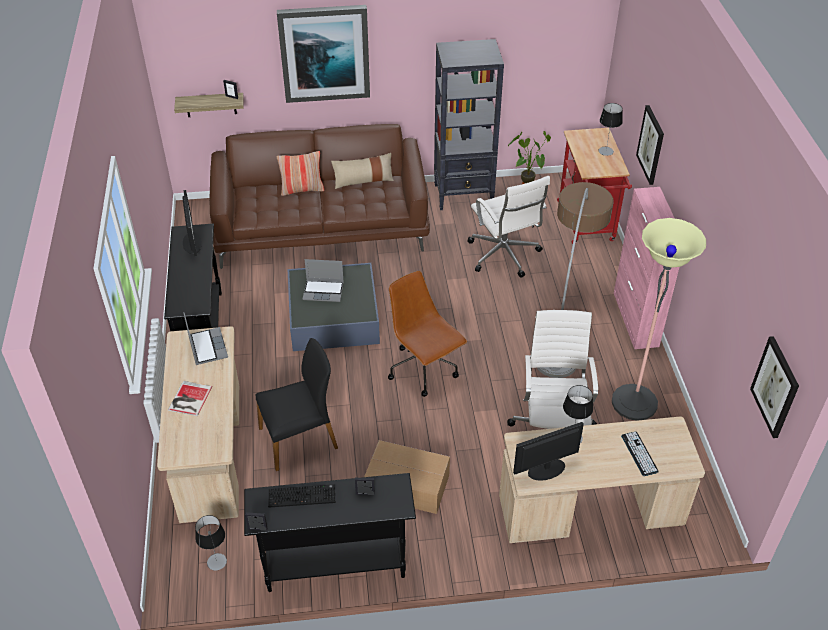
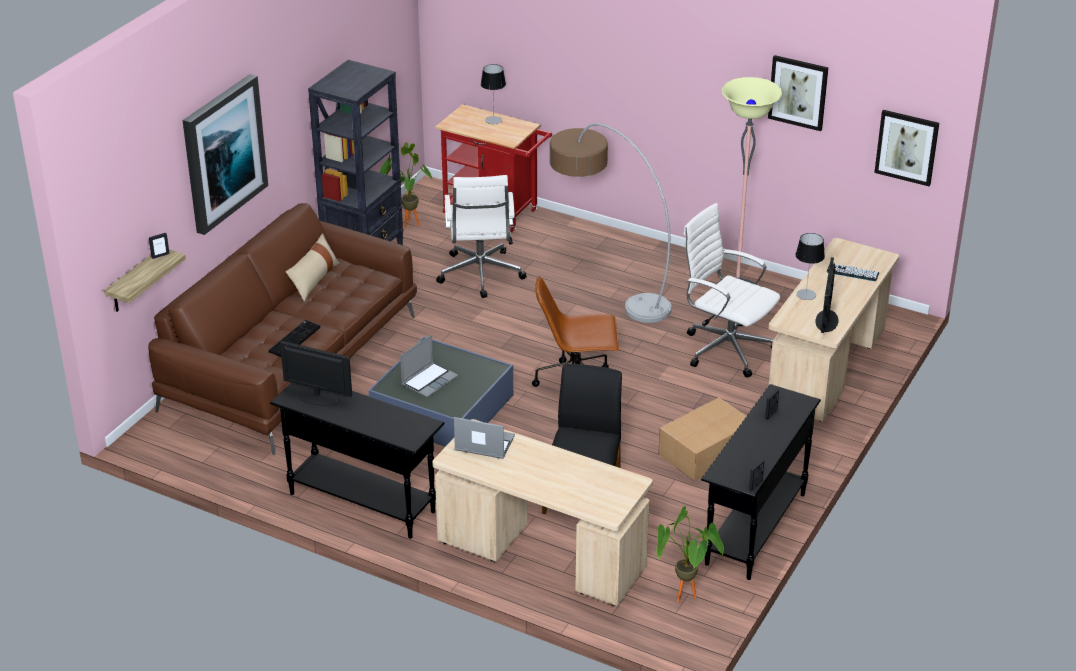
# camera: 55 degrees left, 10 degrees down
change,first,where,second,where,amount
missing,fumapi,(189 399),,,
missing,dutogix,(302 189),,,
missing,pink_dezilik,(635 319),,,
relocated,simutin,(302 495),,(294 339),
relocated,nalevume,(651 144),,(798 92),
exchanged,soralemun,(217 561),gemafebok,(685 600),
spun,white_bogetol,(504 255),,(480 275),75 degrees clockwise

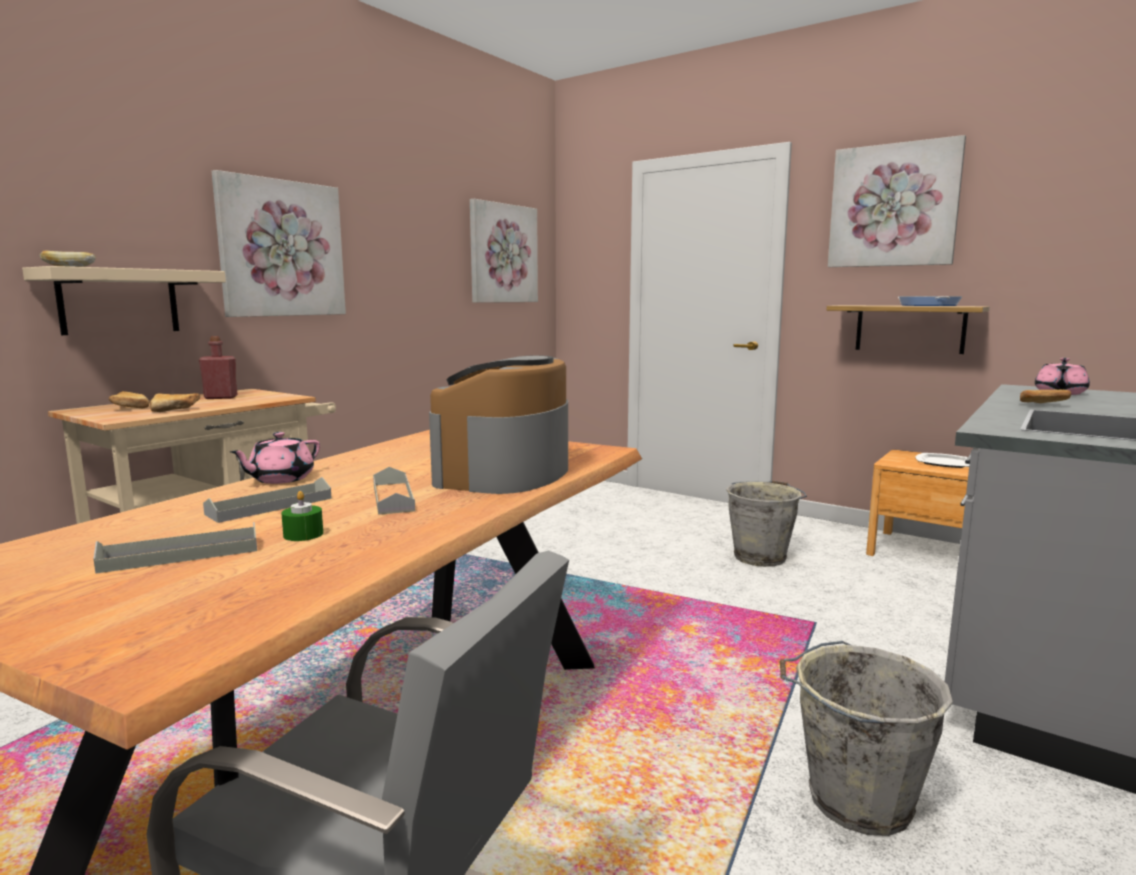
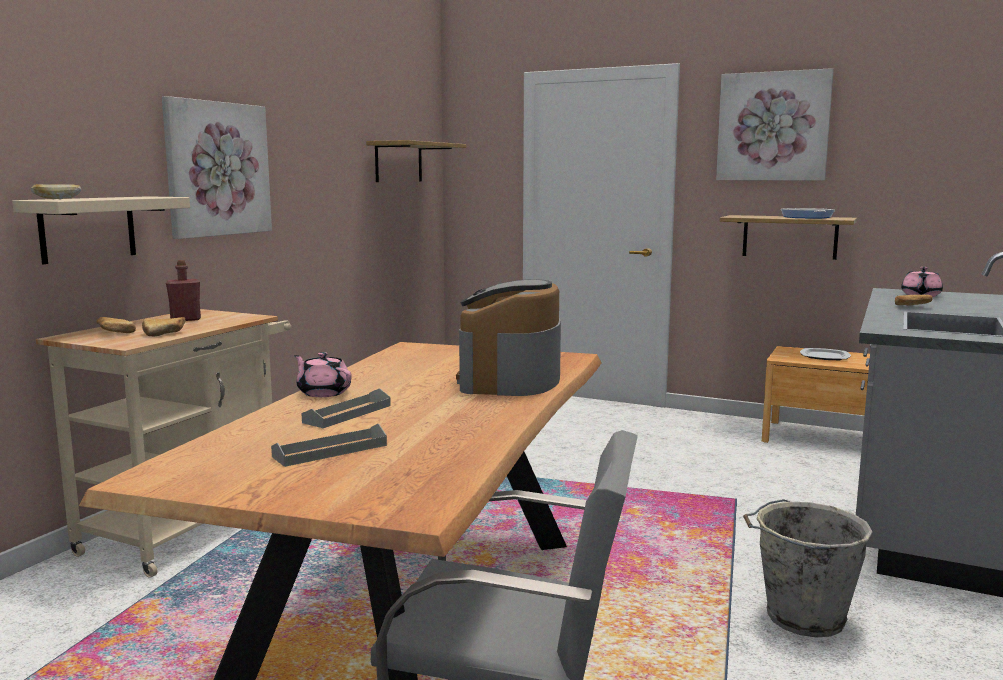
# camera: 10 degrees left, 0 degrees up
change,first,where,second,where,amount
missing,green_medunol,(303 534),,,
missing,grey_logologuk,(393 497),,,
missing,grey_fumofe,(761 557),,,
exchanged,nalevume,(502 253),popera,(398 162),
spun,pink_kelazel,(280 479),,(323 393),105 degrees clockwise

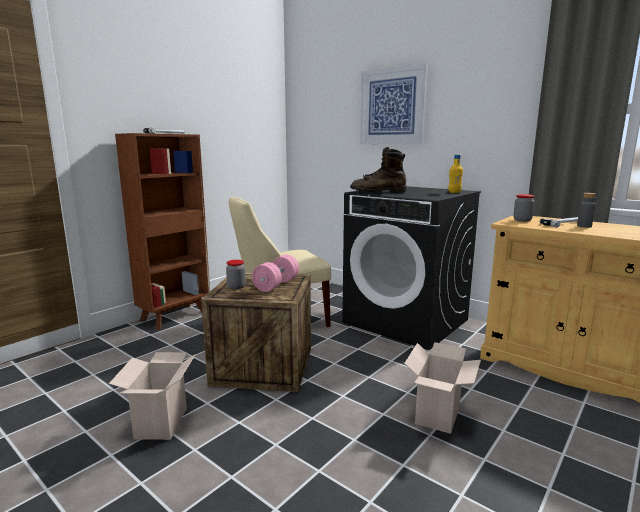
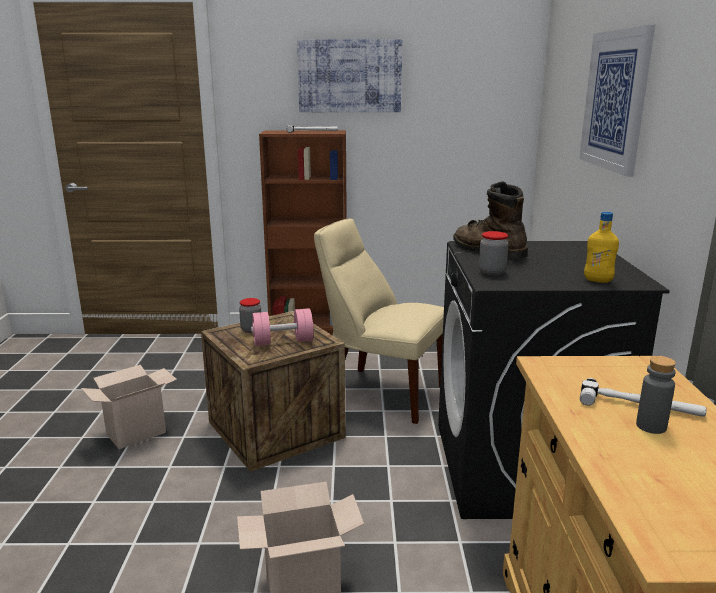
# camera: 50 degrees right, 5 degrees up
change,first,where,second,where,amount
appeared,,,nalevume,(350 76),
relocated,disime,(522 220),,(492 272),

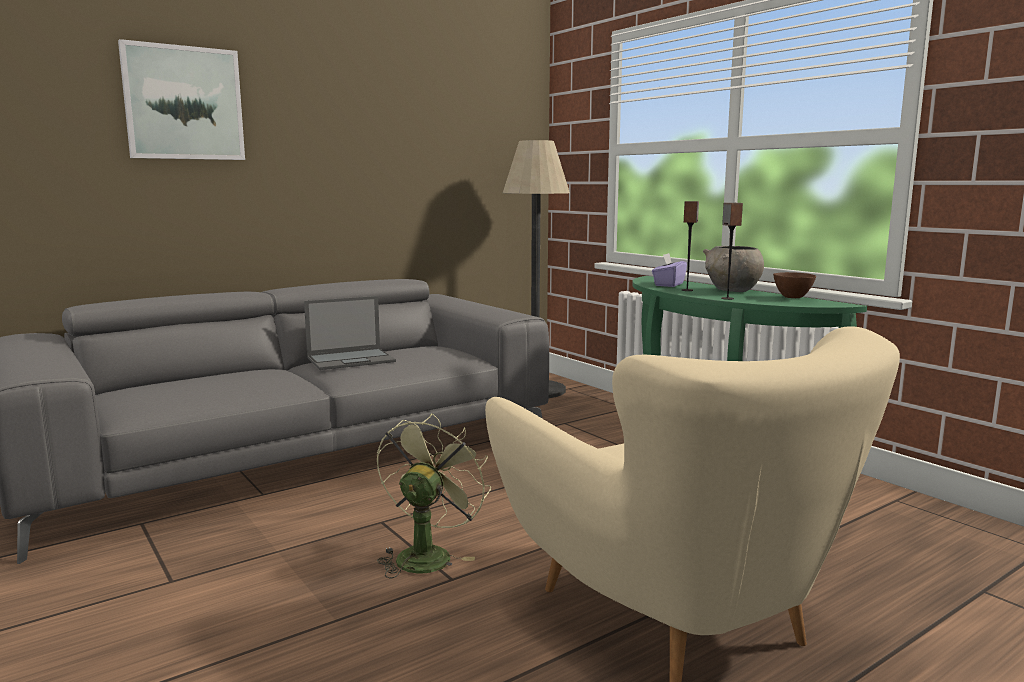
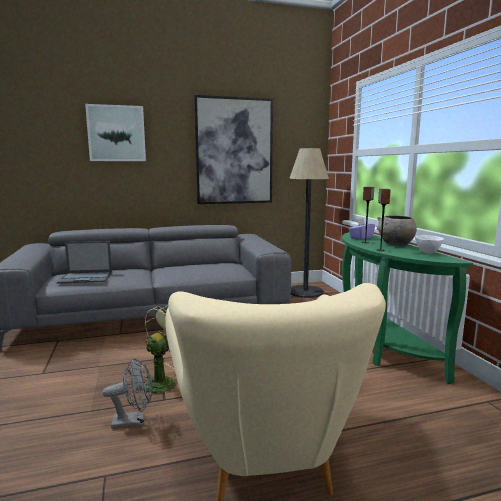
# camera: 20 degrees right, 0 degrees up
change,first,where,second,where,amount
appeared,,,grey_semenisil,(134 421),
appeared,,,nalevume,(234 151),
relocated,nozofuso,(352 359),,(86 278),
colour,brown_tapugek,(793 297),white_tapugek,(428 252),

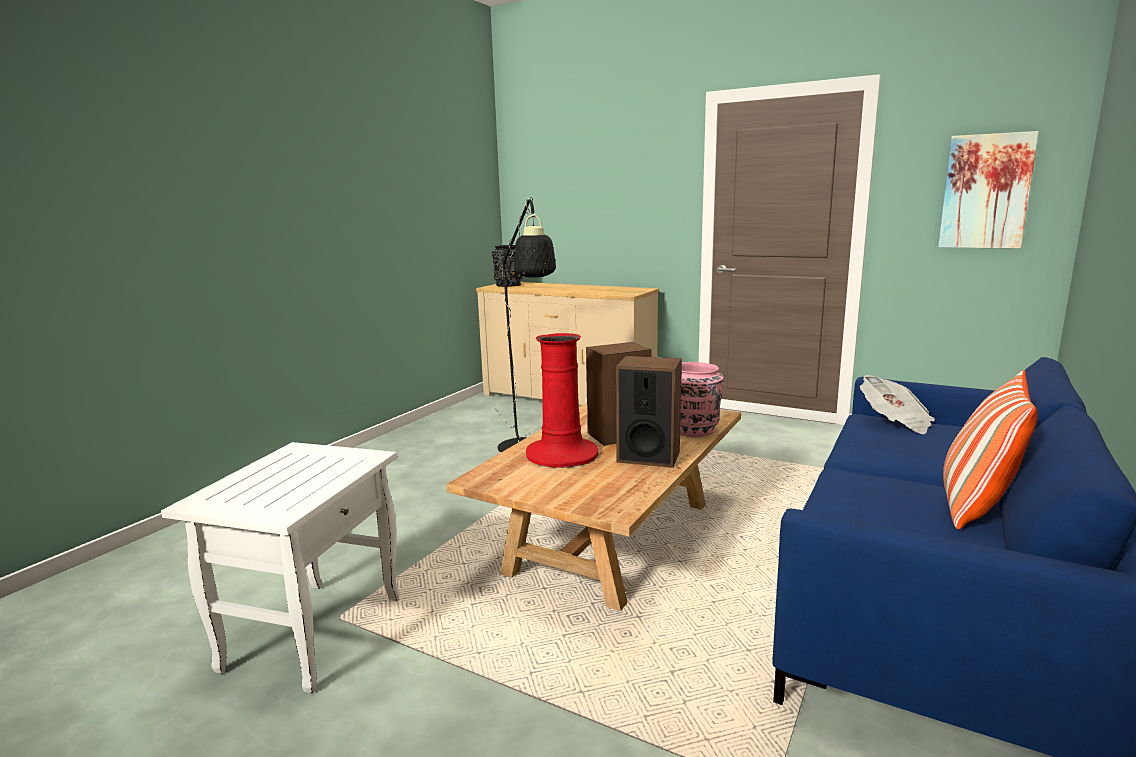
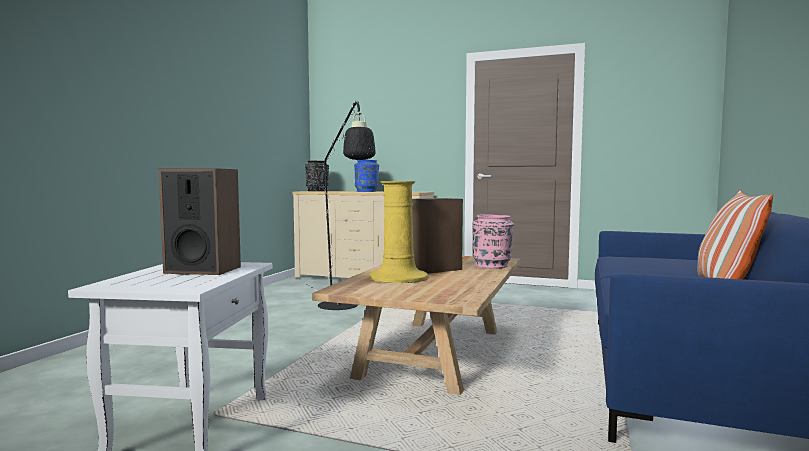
# camera: 10 degrees left, 10 degrees down
change,first,where,second,where,amount
missing,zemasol,(895 422),,,
missing,nalevume,(985 192),,,
appeared,,,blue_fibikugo,(367 191),
relocated,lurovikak,(648 456),,(203 270),
colour,red_fibikugo,(562 454),yellow_fibikugo,(399 277),

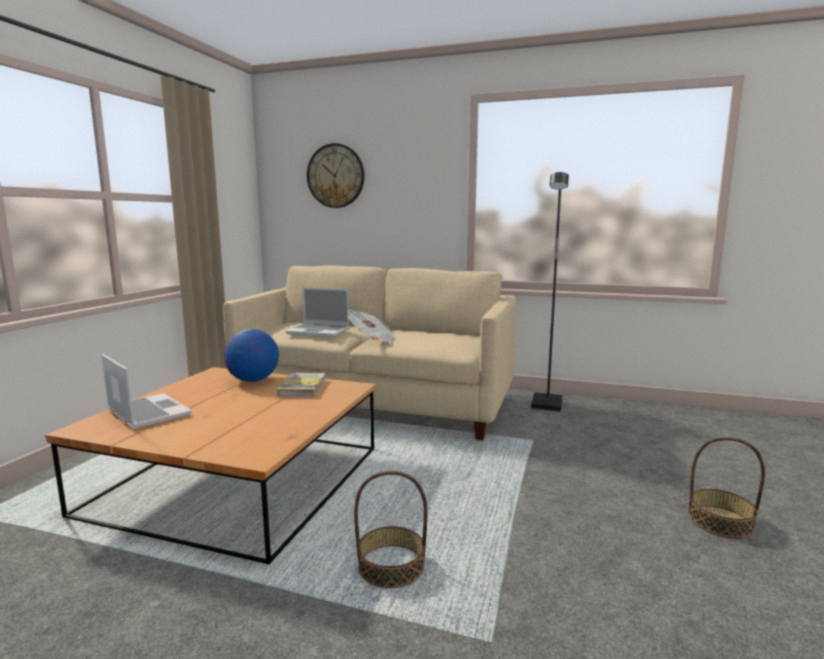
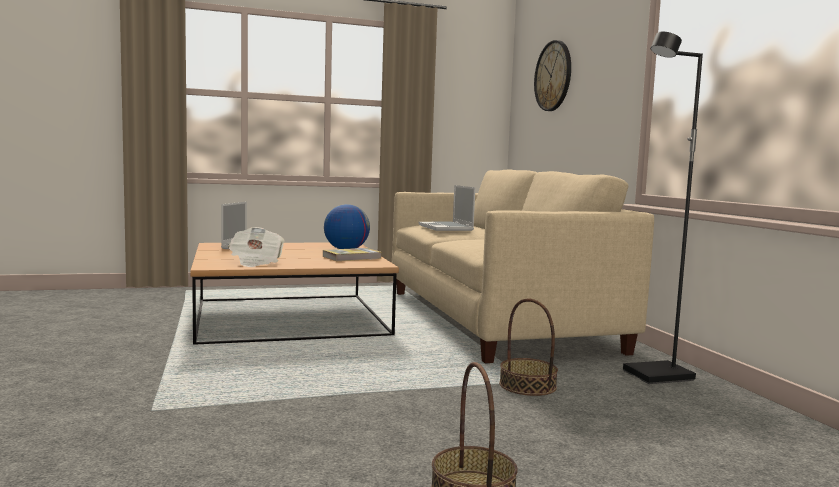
# camera: 55 degrees right, 5 degrees down
change,first,where,second,where,amount
relocated,zemasol,(372 339),,(256 262),
relocated,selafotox,(391 566),,(528 385),

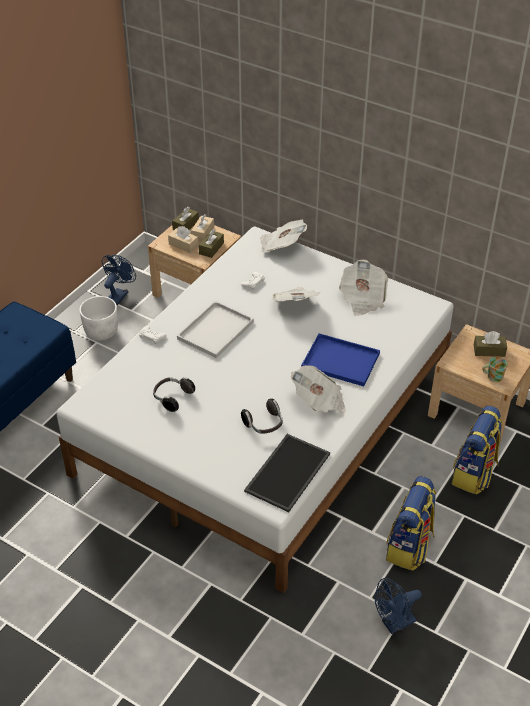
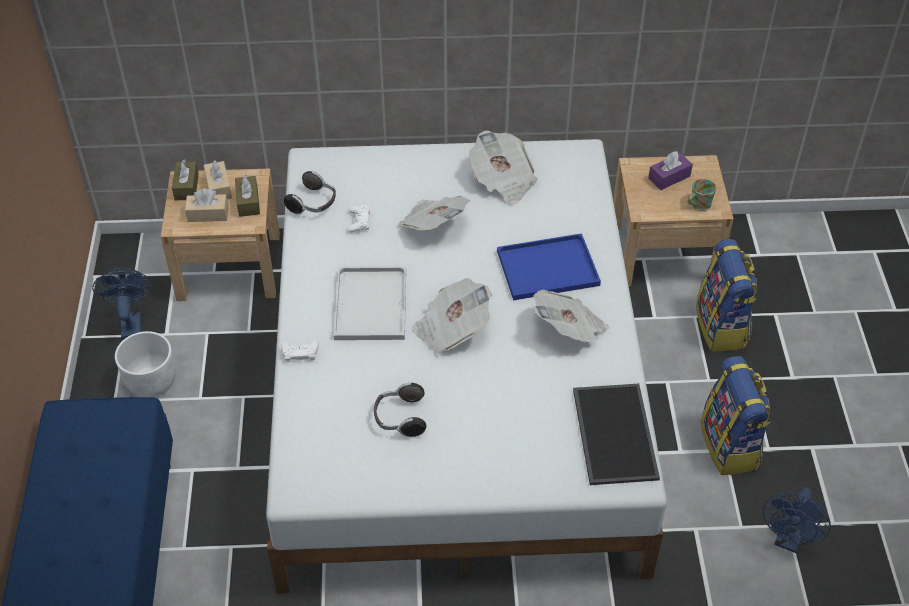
# camera: 35 degrees left, 5 degrees up
change,first,where,second,where,amount
relocated,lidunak,(264 425),,(313 204),
relocated,zemasol,(281 246),,(451 329),
colour,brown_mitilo,(489 351),purple_mitilo,(669 177),

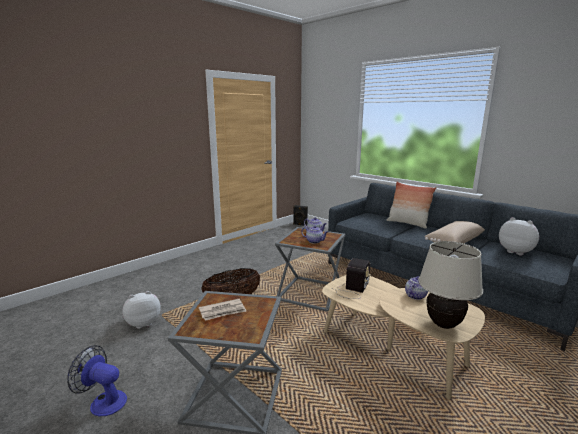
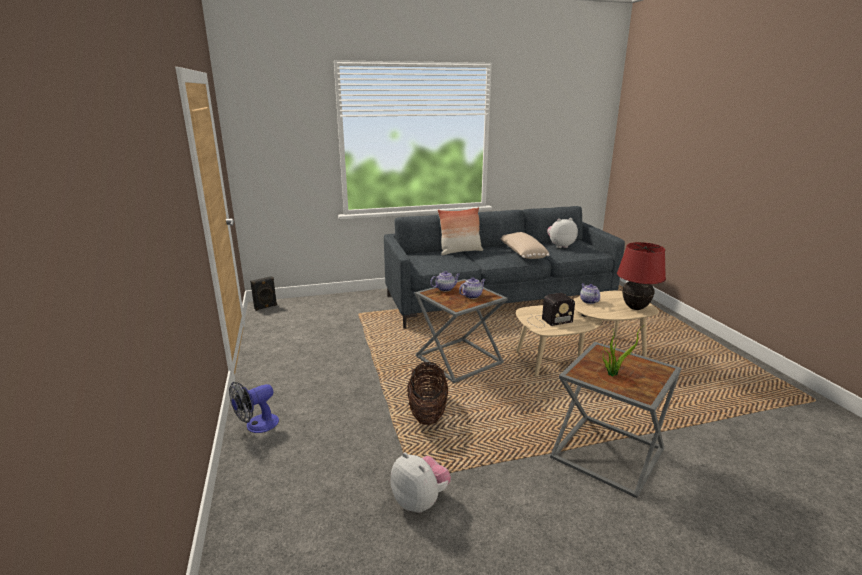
# camera: 60 degrees left, 5 degrees up
change,first,where,second,where,amount
relocated,semenisil,(103 401),,(257 426),
exchanged,zemasol,(223 311),gemafebok,(613 373),
colour,beige_soralemun,(443 324),red_soralemun,(635 308),
spun,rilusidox,(143 323),,(420 501),135 degrees clockwise
spun,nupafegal,(352 289),,(547 321),105 degrees clockwise

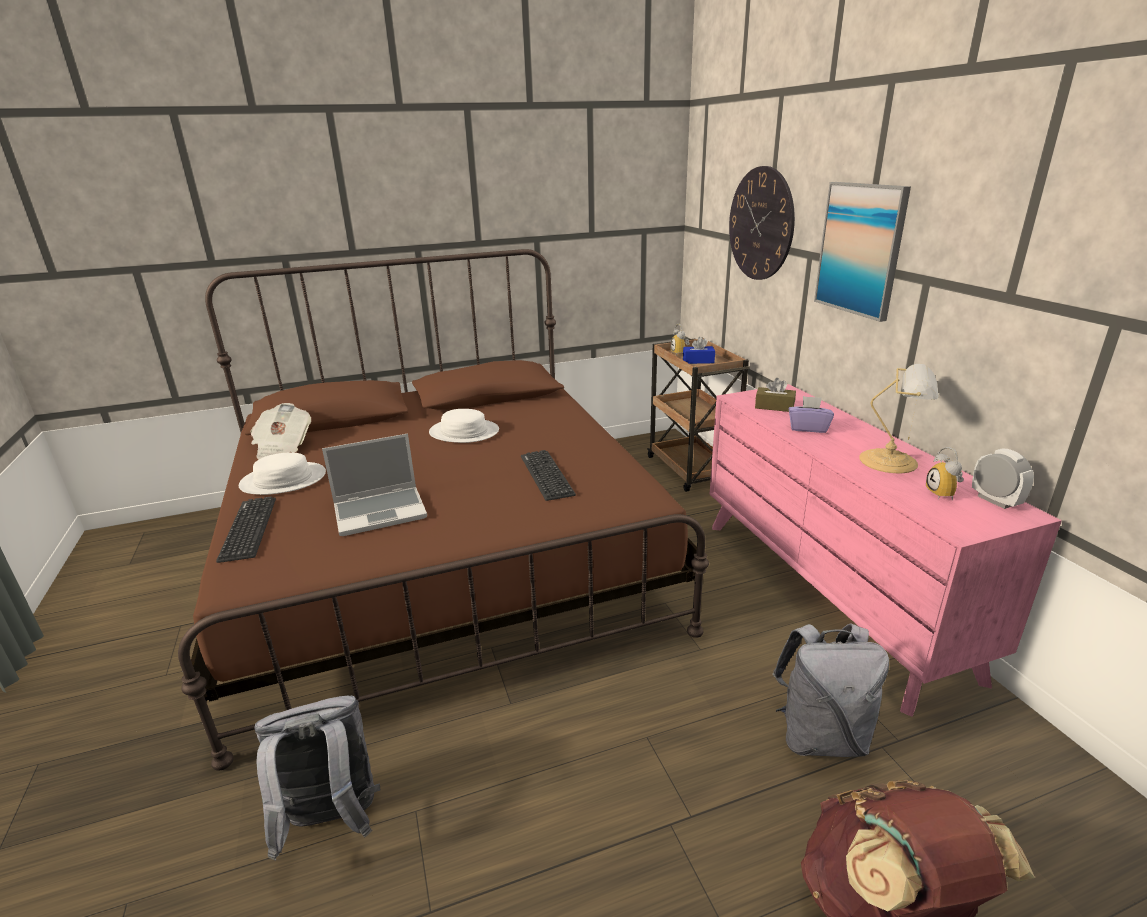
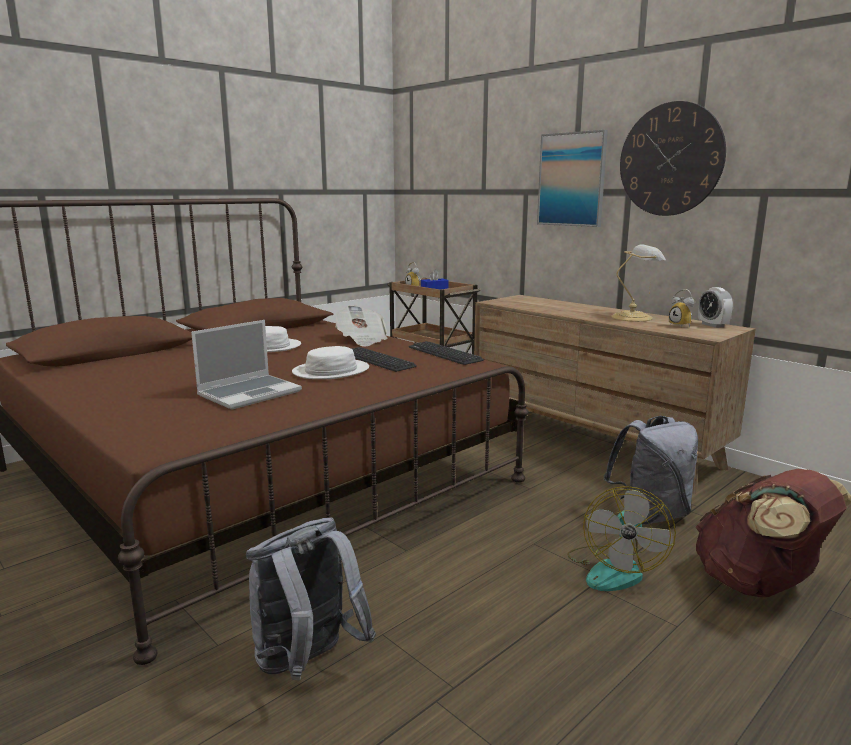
# camera: 25 degrees left, 10 degrees down
change,first,where,second,where,amount
missing,brown_mitilo,(774 407),,,
missing,purple_mitilo,(808 428),,,
appeared,,,semenisil,(614 569),
relocated,simutin,(248 529),,(444 354),
relocated,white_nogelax,(283 480),,(331 371),
relocated,zemasol,(282 447),,(361 340),
relocated,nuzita,(761 224),,(670 159),
colour,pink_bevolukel,(828 593),brown_bevolukel,(591 442),
spun,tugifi,(995 500),,(712 325),150 degrees counterclockwise

